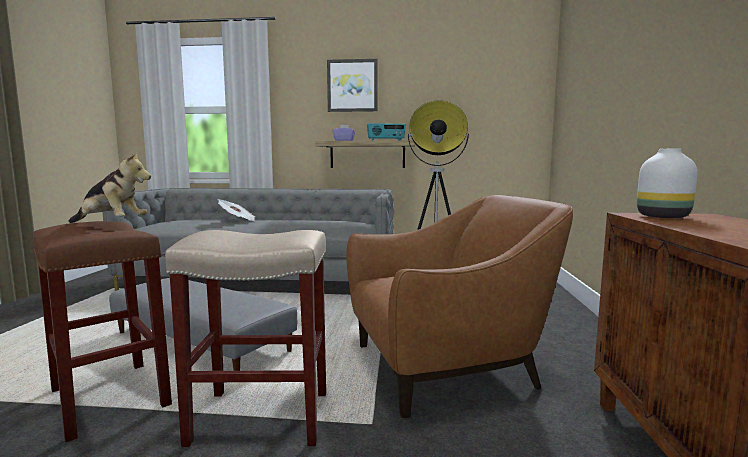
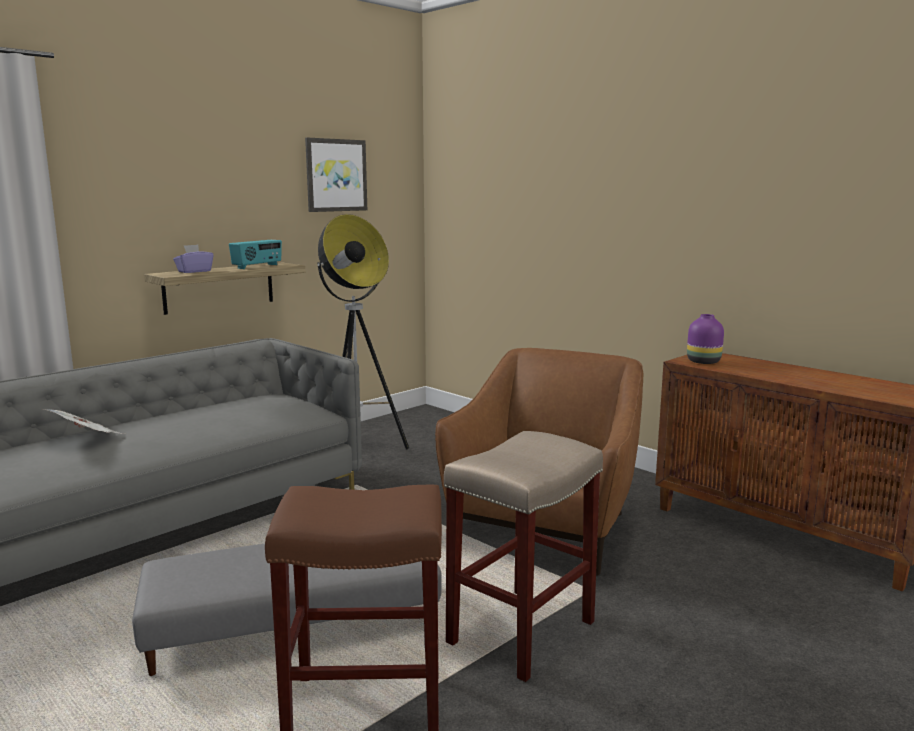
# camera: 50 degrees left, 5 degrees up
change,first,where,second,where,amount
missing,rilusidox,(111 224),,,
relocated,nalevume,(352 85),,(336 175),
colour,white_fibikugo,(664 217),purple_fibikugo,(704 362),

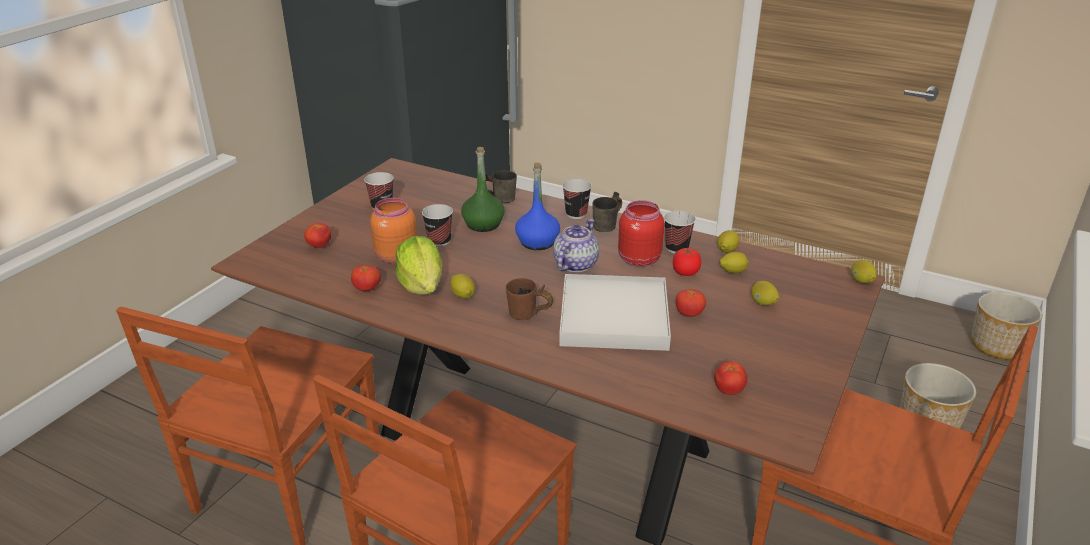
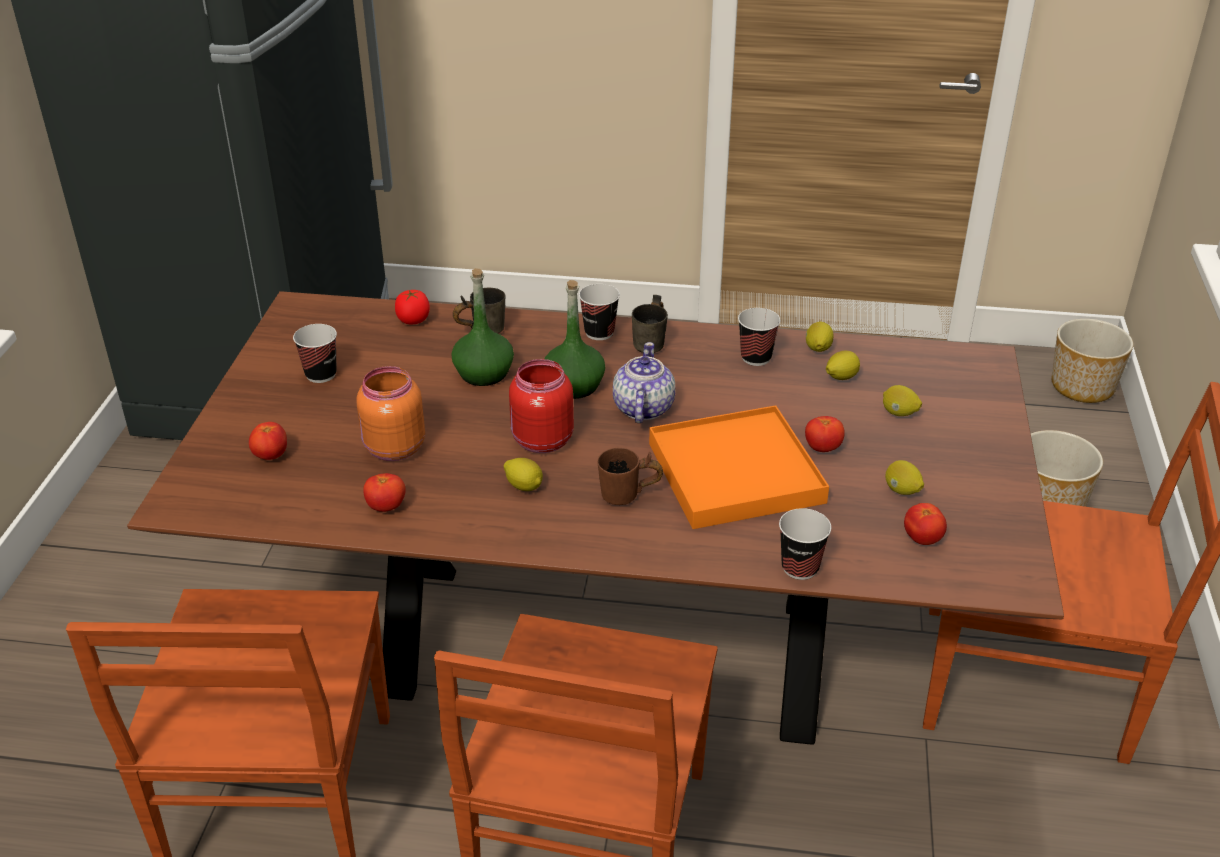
# camera: 20 degrees left, 5 degrees up
change,first,where,second,where,amount
missing,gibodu,(422 285),,,
relocated,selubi,(439 241),,(800 567),
relocated,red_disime,(637 259),,(540 441),
relocated,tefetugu,(685 272),,(413 320),
relocated,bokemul,(861 281),,(902 491),
colour,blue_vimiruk,(538 242),green_vimiruk,(574 385),
colour,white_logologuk,(614 317),orange_logologuk,(736 473),

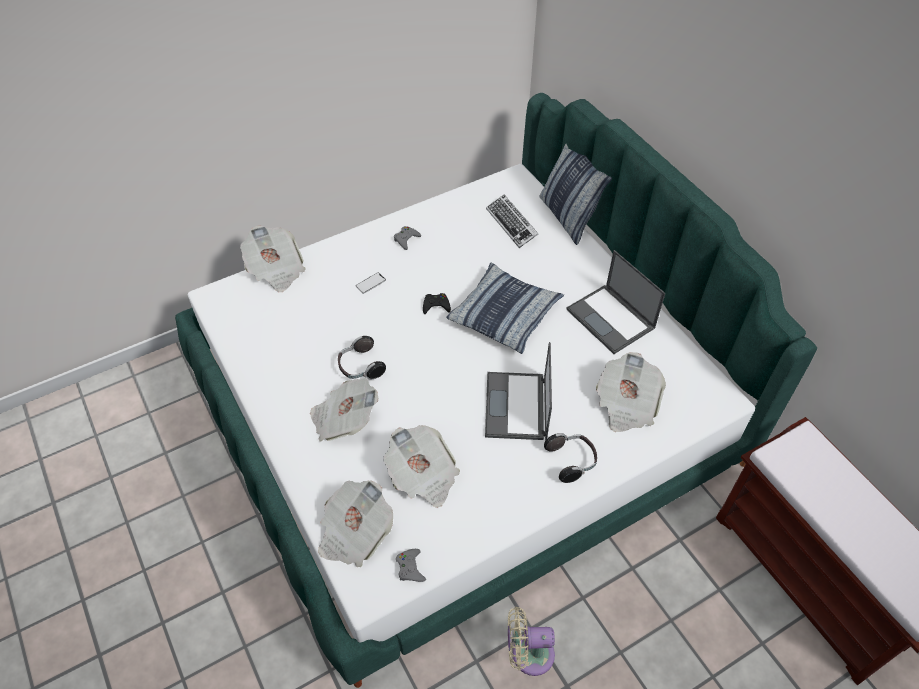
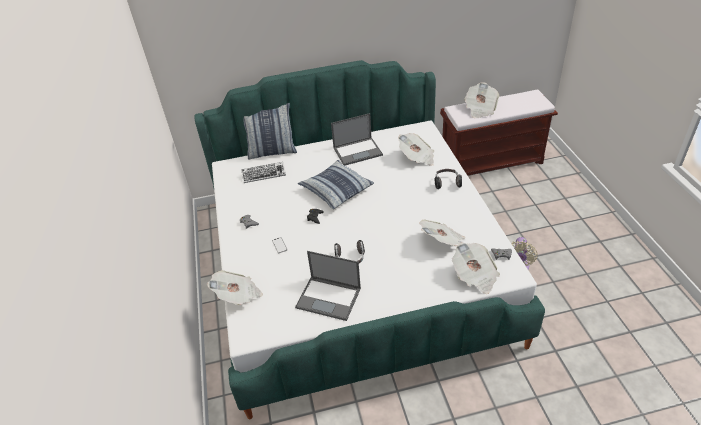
# camera: 70 degrees left, 10 degrees down
change,first,where,second,where,amount
relocated,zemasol,(344 419),,(480 109),
relocated,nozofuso,(516 407),,(329 298),

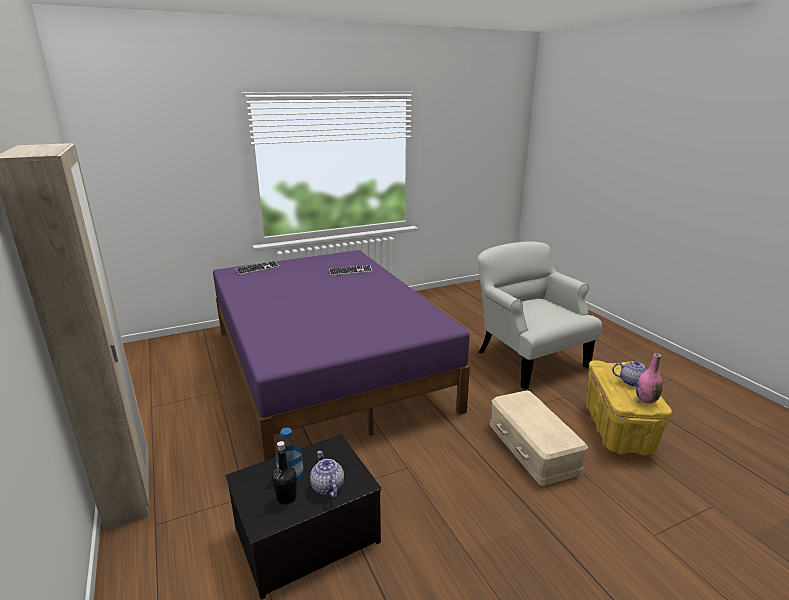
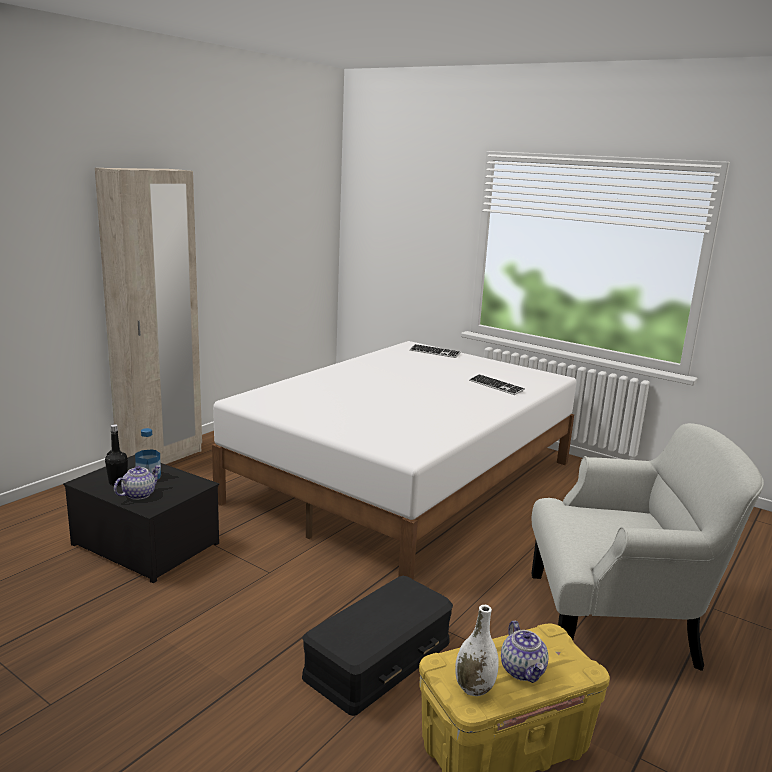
# camera: 60 degrees right, 5 degrees down
change,first,where,second,where,amount
colour,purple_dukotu,(327 367),white_dukotu,(406 481),
colour,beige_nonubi,(533 447),black_nonubi,(379 660),
colour,pink_fibikugo,(646 400),white_fibikugo,(474 688),
spun,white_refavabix,(528 358),,(617 621),60 degrees clockwise

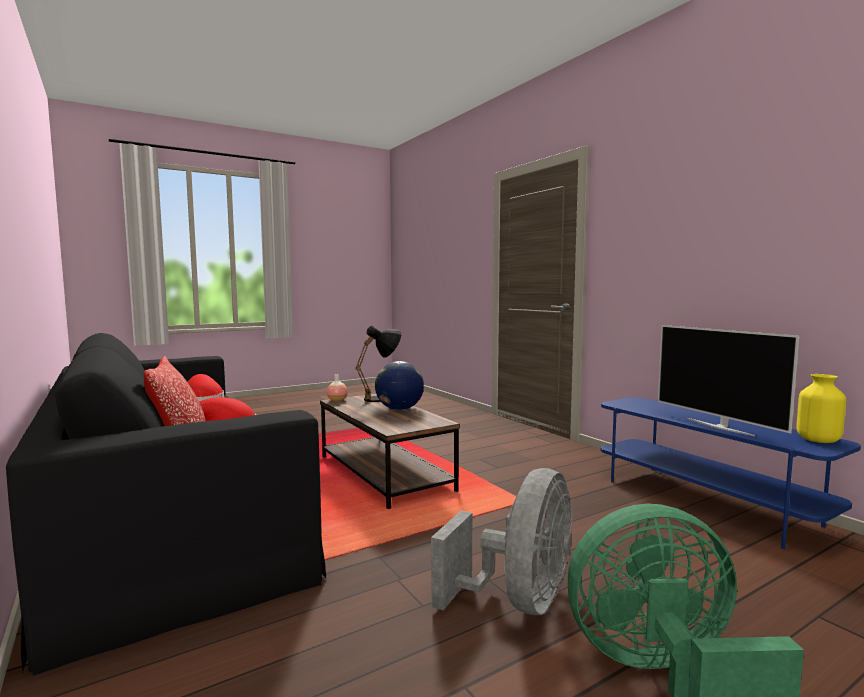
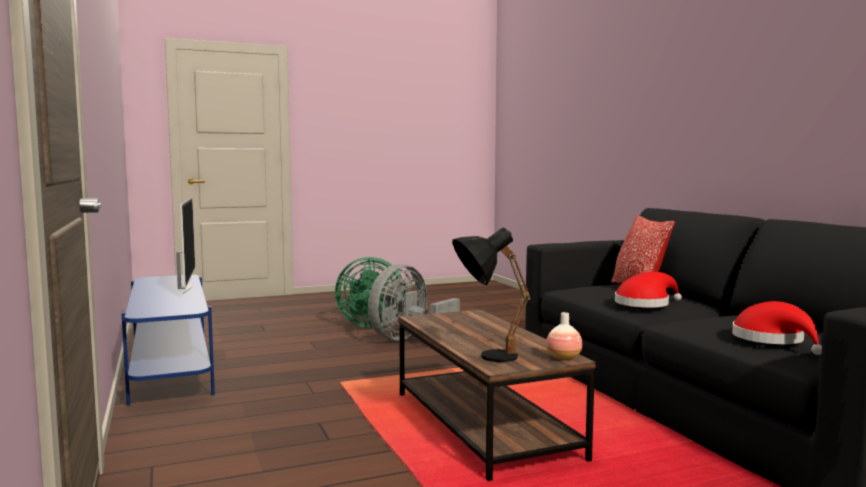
# camera: 170 degrees left, 0 degrees up
change,first,where,second,where,amount
missing,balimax,(399 409),,,
missing,yellow_fibikugo,(818 440),,,

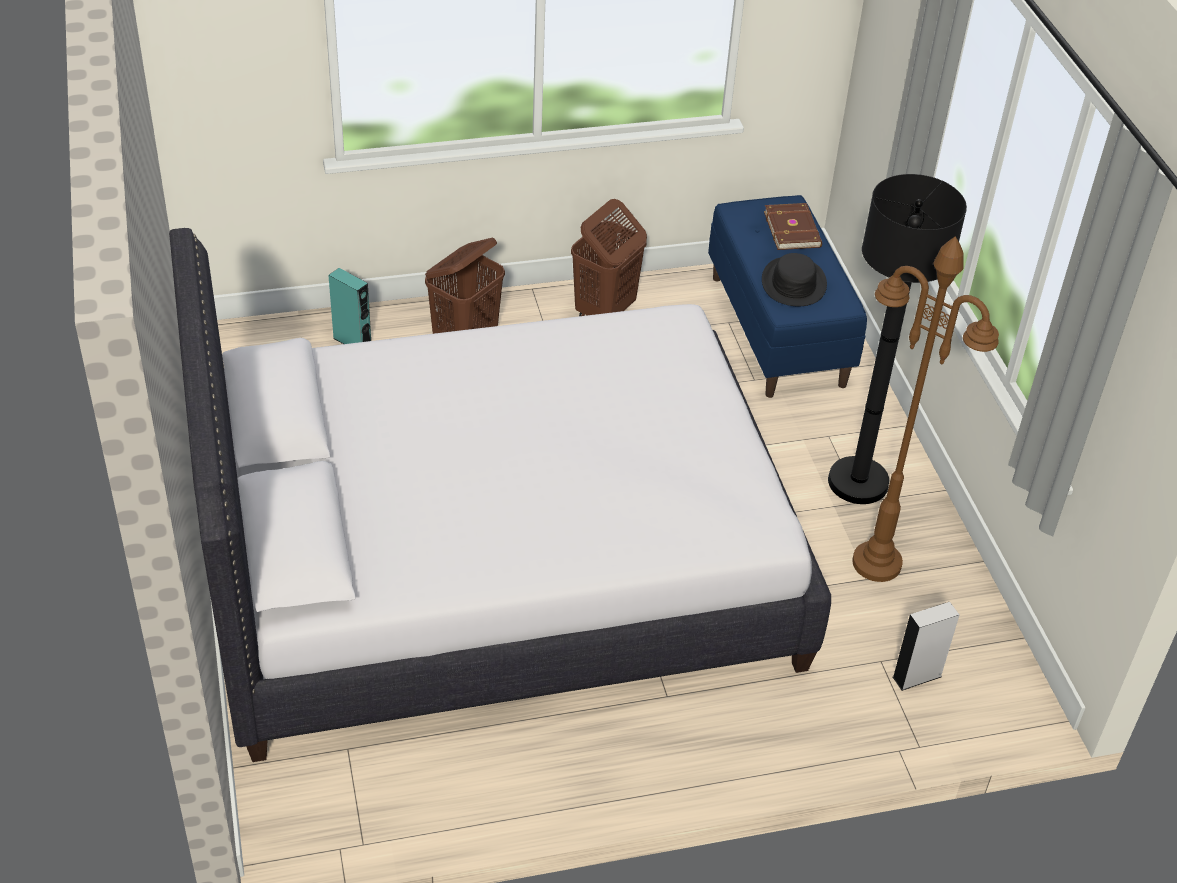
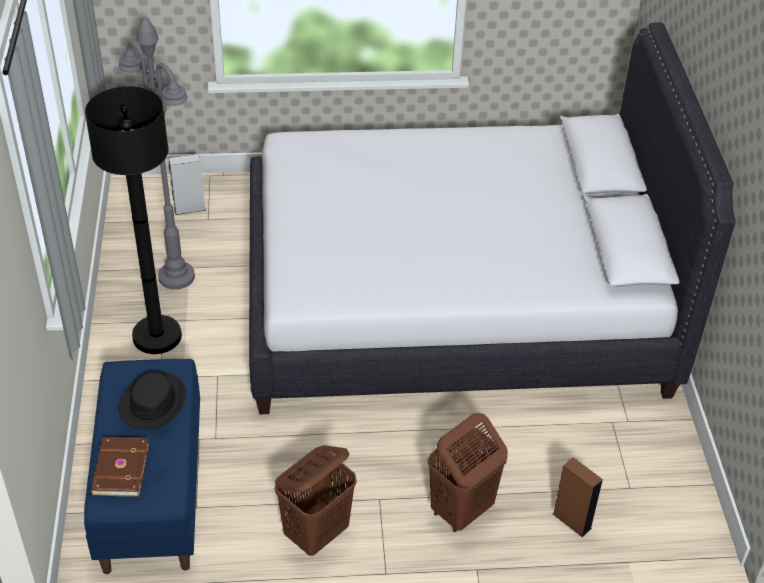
# camera: 170 degrees left, 0 degrees up
change,first,where,second,where,amount
colour,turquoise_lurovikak,(352 342),brown_lurovikak,(572 521),
colour,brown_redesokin,(876 563),grey_redesokin,(177 277),

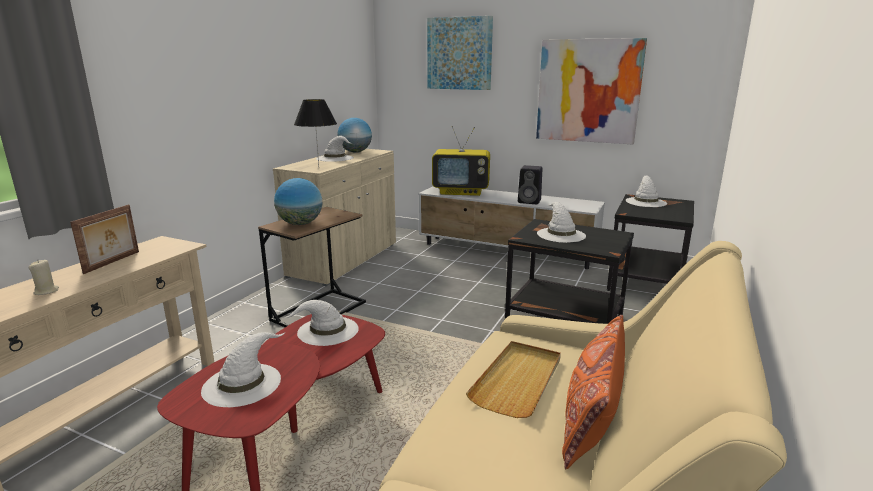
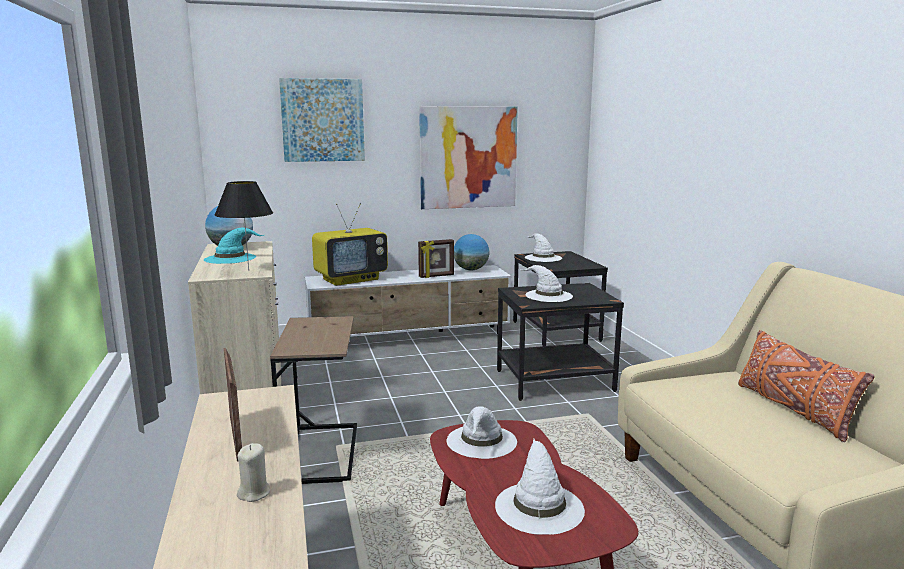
# camera: 40 degrees left, 5 degrees down
change,first,where,second,where,amount
missing,beige_logologuk,(518 381),,,
relocated,balimax,(300 224),,(470 269),
exchanged,black_lurovikak,(530 201),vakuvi,(436 276),
colour,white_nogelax,(335 158),turquoise_nogelax,(231 258),

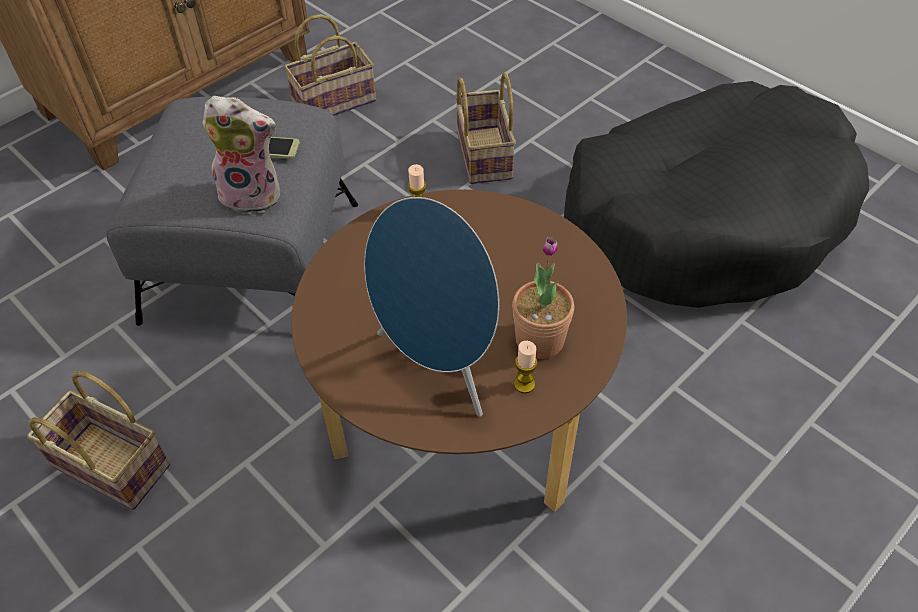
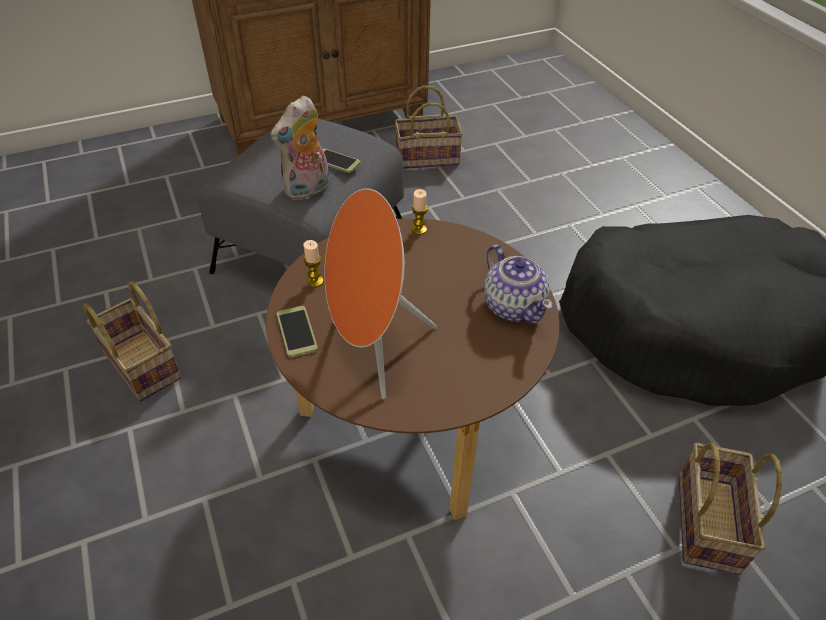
# camera: 20 degrees right, 5 degrees down
change,first,where,second,where,amount
missing,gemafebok,(539 340),,,
appeared,,,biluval,(296 332),
appeared,,,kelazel,(514 305),
relocated,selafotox,(482 154),,(705 519),
relocated,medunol,(524 384),,(315 281),
colour,blue_lurovikak,(440 364),orange_lurovikak,(373 349),
spun,rilusidox,(254 194),,(308 190),105 degrees clockwise

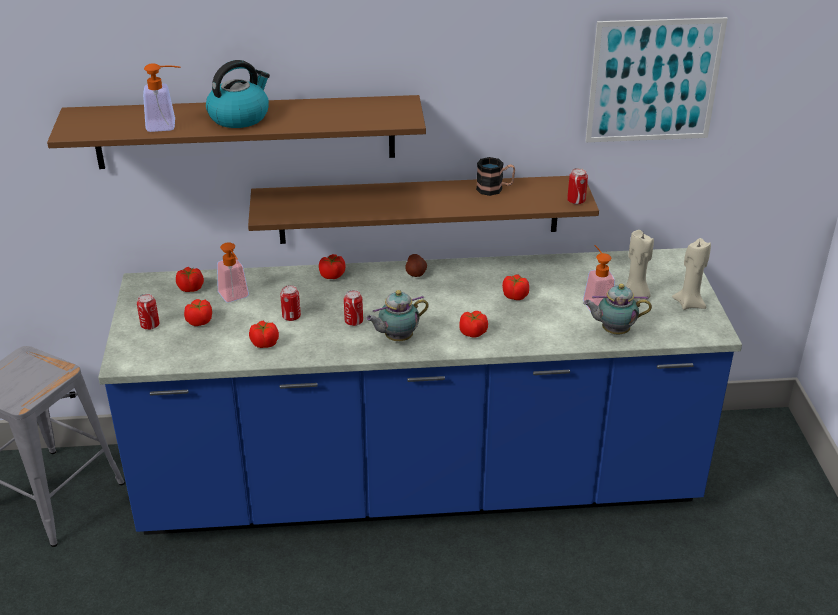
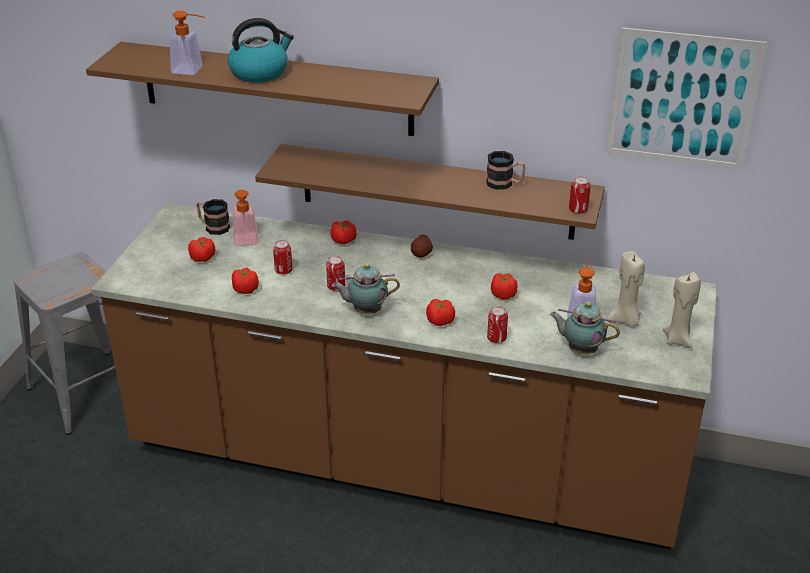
# camera: 20 degrees right, 0 degrees up
change,first,where,second,where,amount
relocated,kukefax,(150 325),,(496 338),
exchanged,tefetugu,(190 288),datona,(213 227),
colour,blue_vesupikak,(419 484),brown_vesupikak,(405 462),

